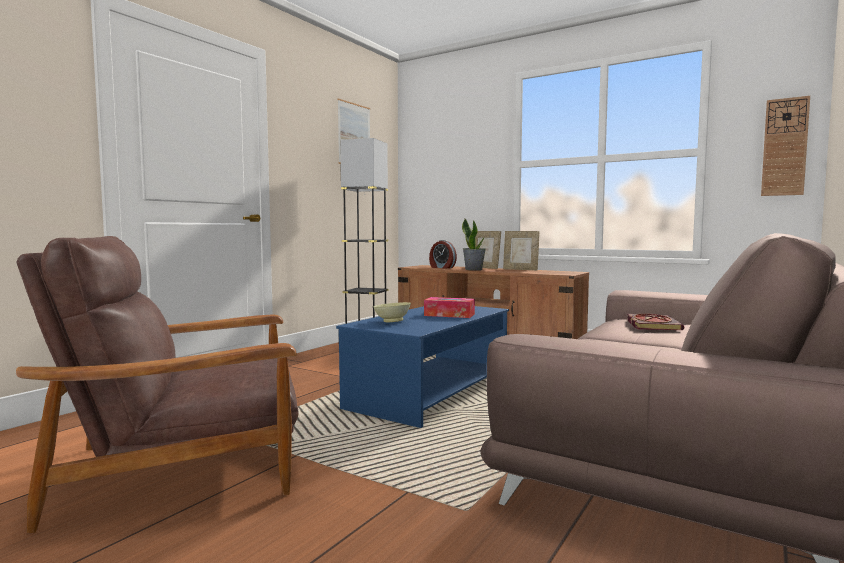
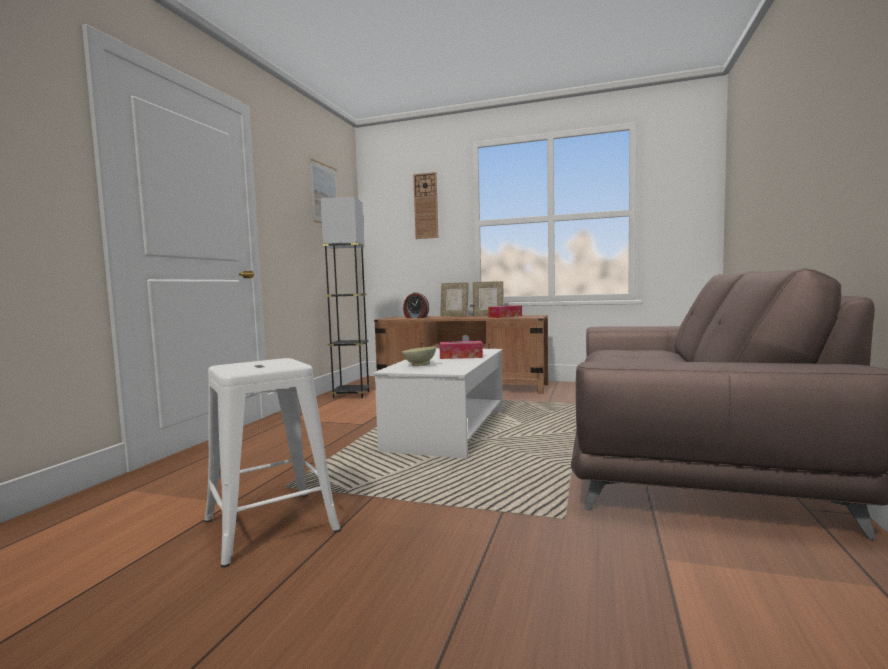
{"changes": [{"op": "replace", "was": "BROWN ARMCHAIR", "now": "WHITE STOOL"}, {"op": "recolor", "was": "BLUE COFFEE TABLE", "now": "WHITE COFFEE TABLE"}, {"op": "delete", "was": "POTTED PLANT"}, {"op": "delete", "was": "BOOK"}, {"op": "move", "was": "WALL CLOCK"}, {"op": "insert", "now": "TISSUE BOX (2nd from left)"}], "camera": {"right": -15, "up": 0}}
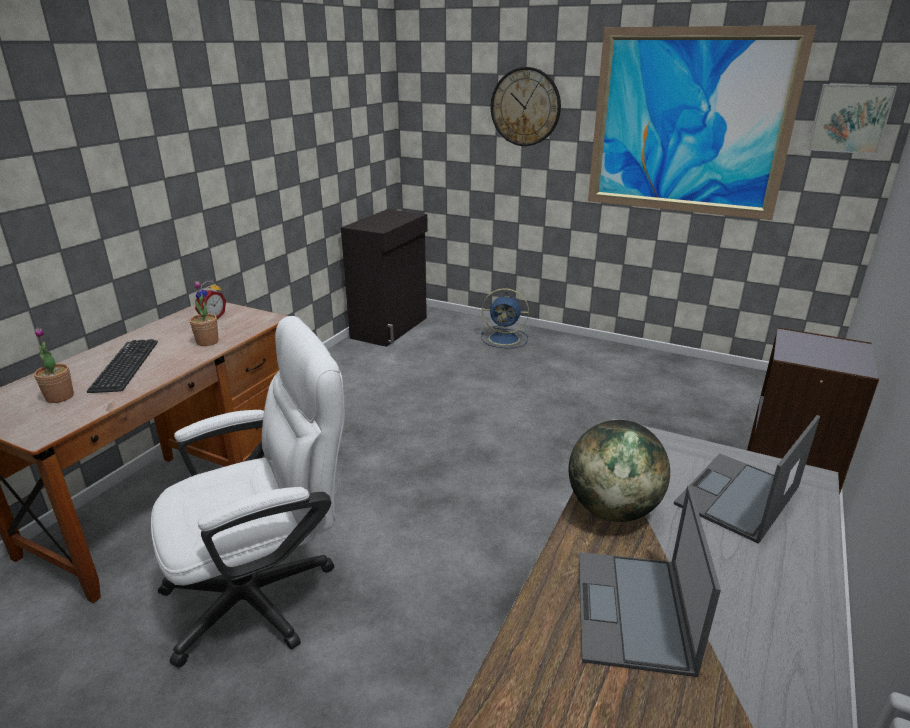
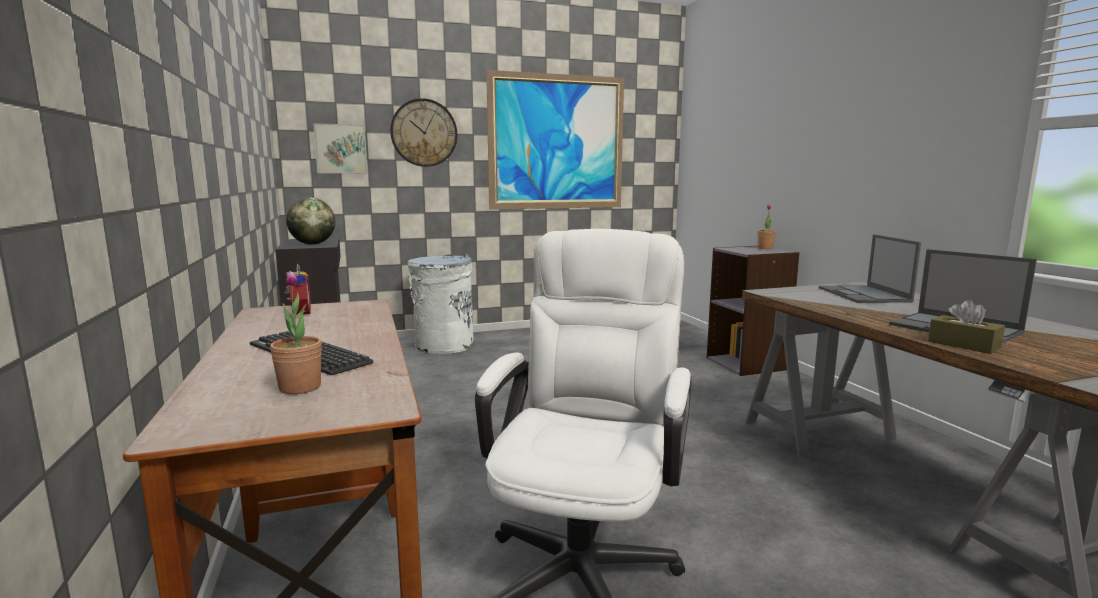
{"changes": [{"op": "move", "was": "POTTED PLANT (2nd from left)"}, {"op": "replace", "was": "BLUE FAN", "now": "WHITE TRASH CAN"}, {"op": "move", "was": "GLOBE"}, {"op": "move", "was": "PICTURE (2nd from left in the first image)", "now": "PICTURE (1st from left)"}, {"op": "insert", "now": "BROWN TISSUE BOX"}], "camera": {"right": -45, "up": -15}}
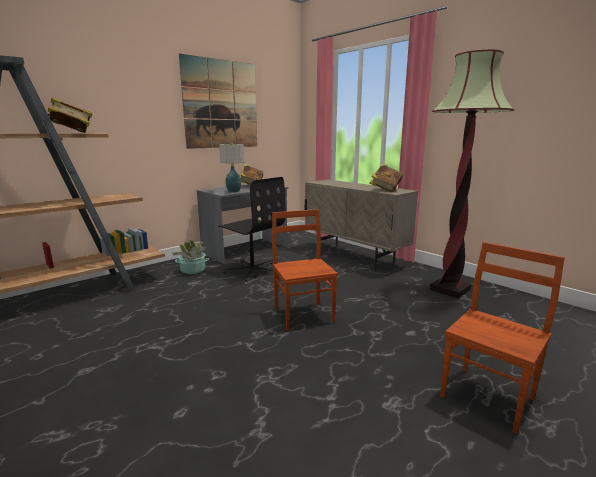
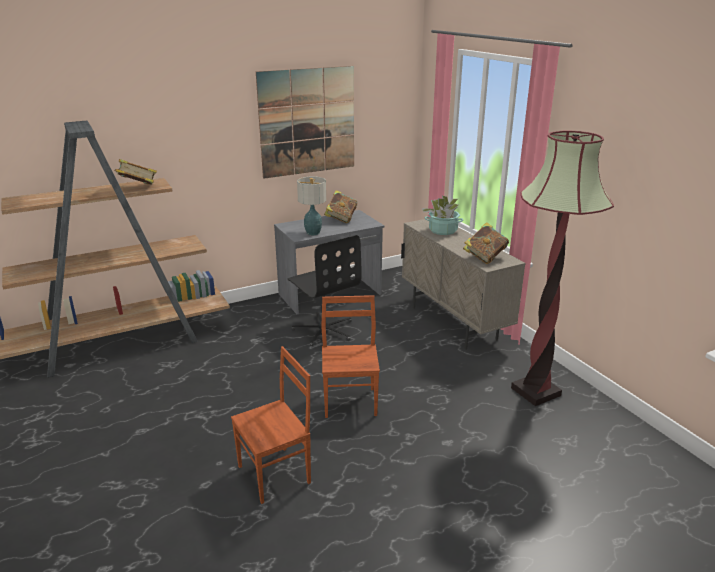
{"changes": [{"op": "move", "was": "POTTED PLANT"}, {"op": "move", "was": "BROWN CHAIR (2nd from left in the first image)", "now": "BROWN CHAIR (1st from left)"}], "camera": {"right": 15, "up": 10}}
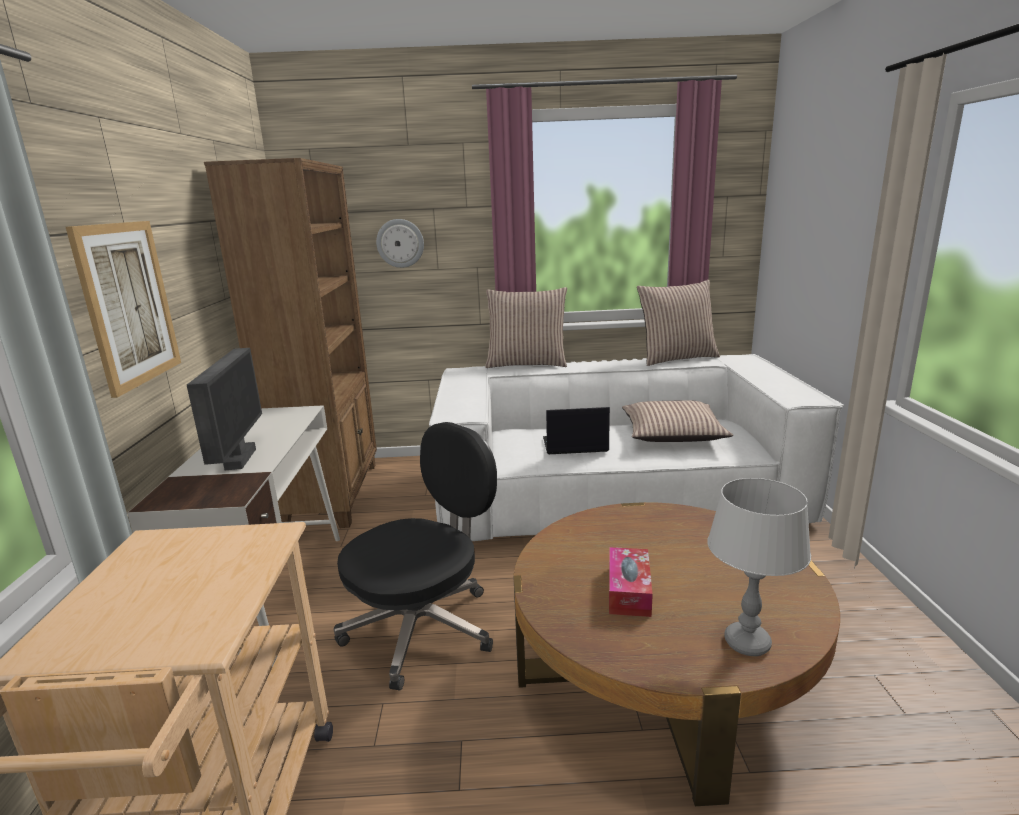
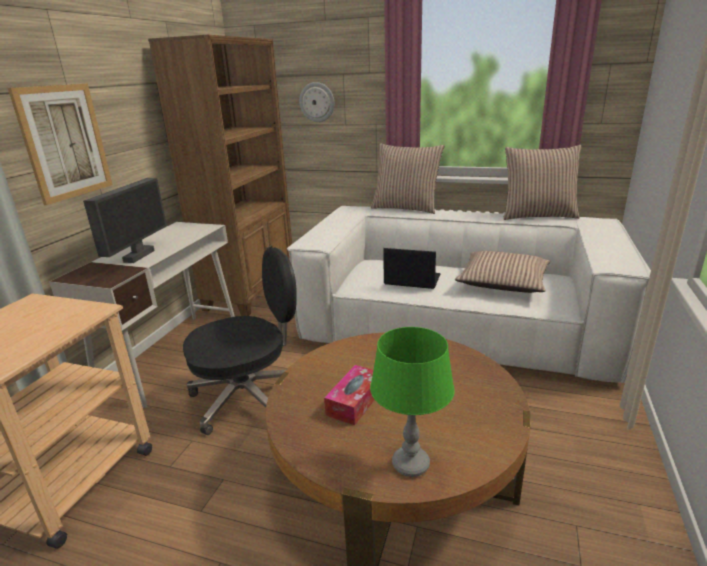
{"changes": [{"op": "recolor", "was": "GREY TABLE LAMP", "now": "GREEN TABLE LAMP"}], "camera": {"right": 20, "up": 5}}
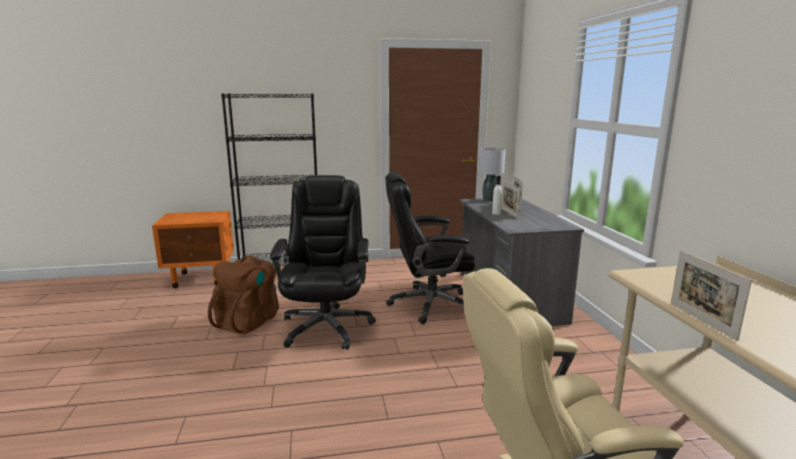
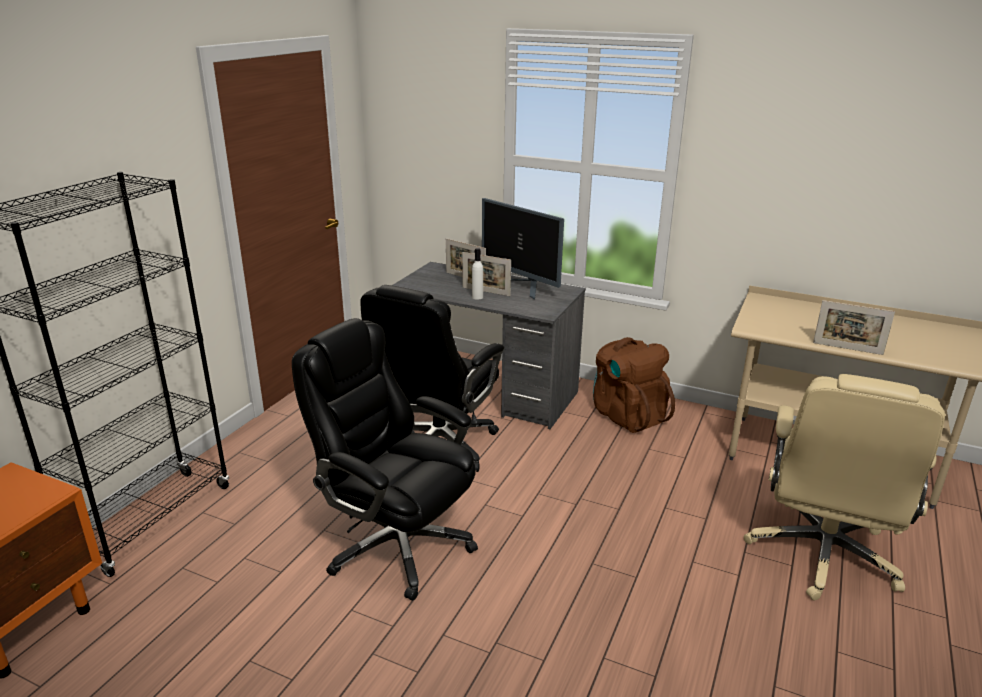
{"changes": [{"op": "move", "was": "BROWN BACKPACK"}, {"op": "delete", "was": "GREY TABLE LAMP"}, {"op": "insert", "now": "MONITOR"}], "camera": {"right": -55, "up": 10}}
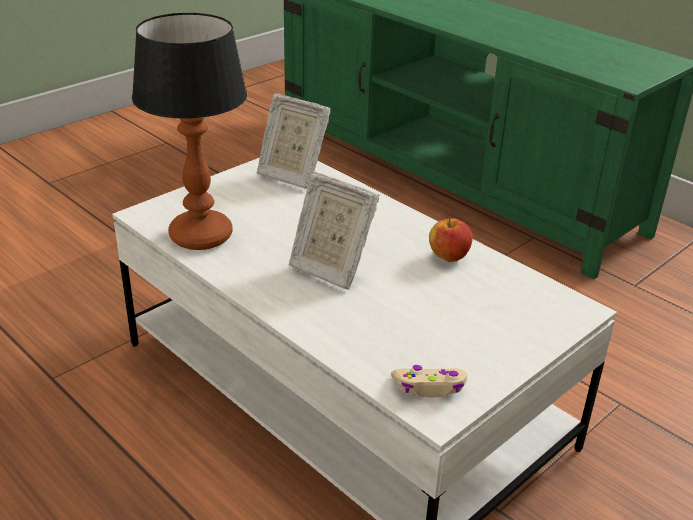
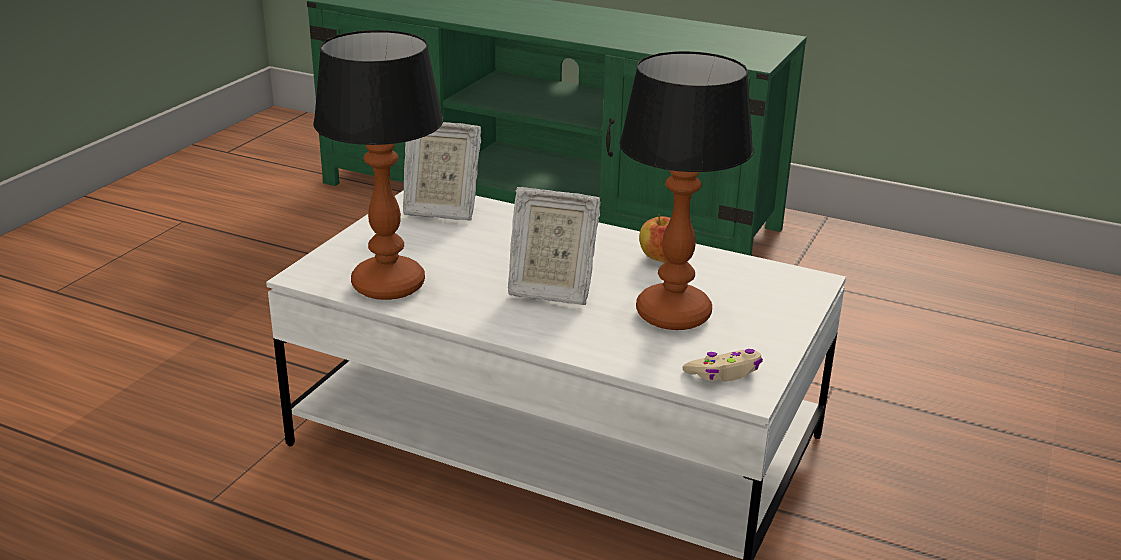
{"changes": [{"op": "insert", "now": "TABLE LAMP (2nd from left)"}], "camera": {"right": -20, "up": -5}}
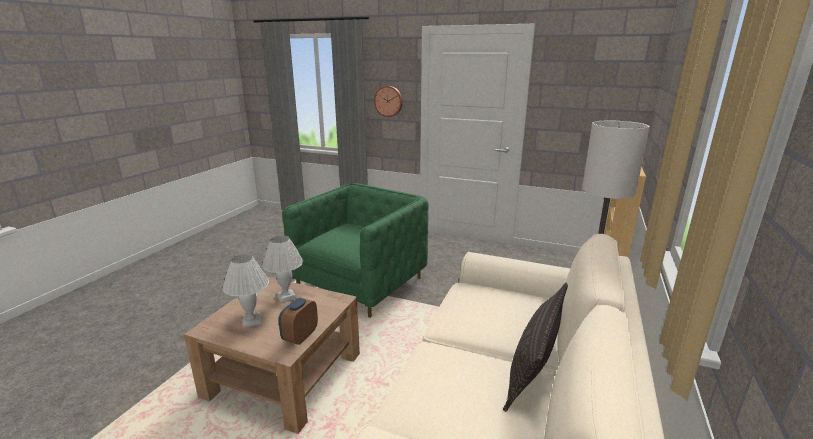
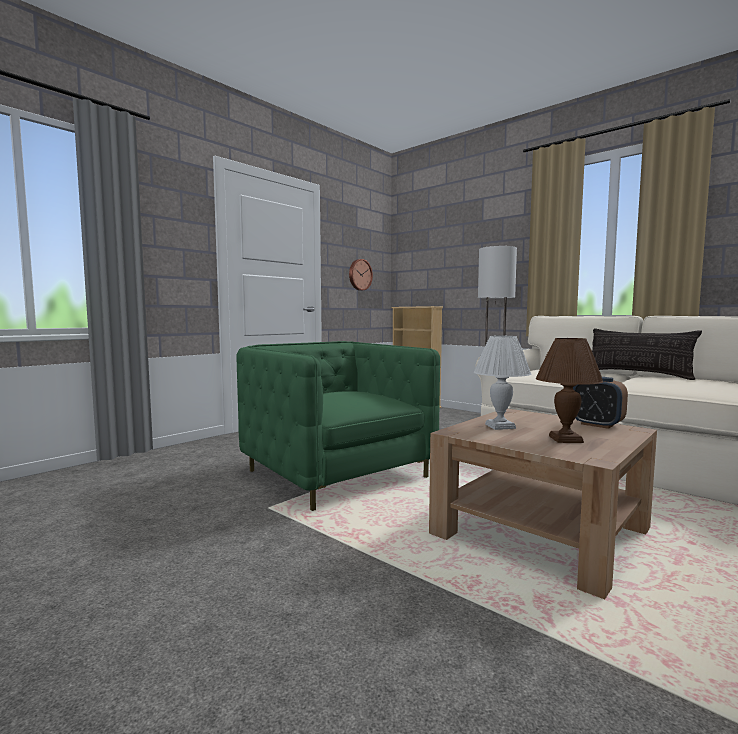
{"changes": [{"op": "recolor", "was": "WHITE TABLE LAMP (1st from left)", "now": "BROWN TABLE LAMP"}, {"op": "move", "was": "WALL CLOCK"}], "camera": {"right": -70, "up": -15}}
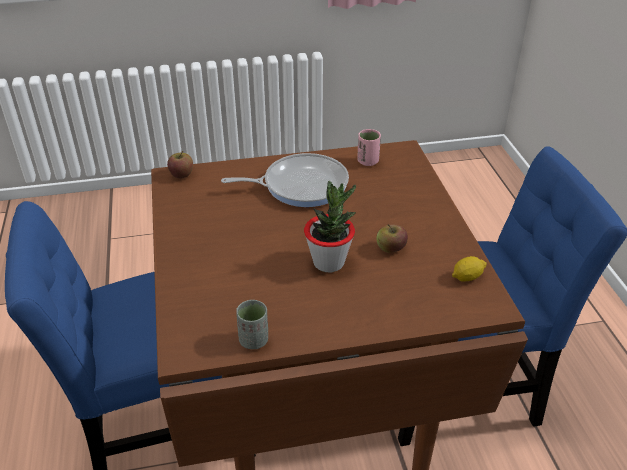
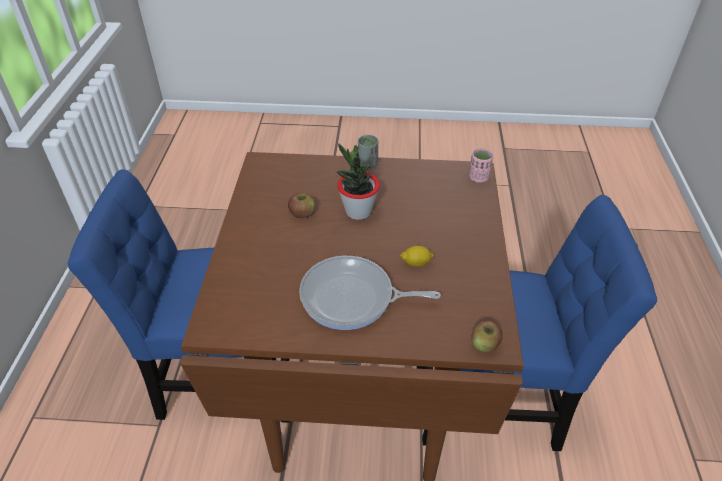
{"changes": [{"op": "move", "was": "GREY CUP"}, {"op": "move", "was": "PINK CUP"}, {"op": "move", "was": "LEMON"}], "camera": {"right": -165, "up": 5}}
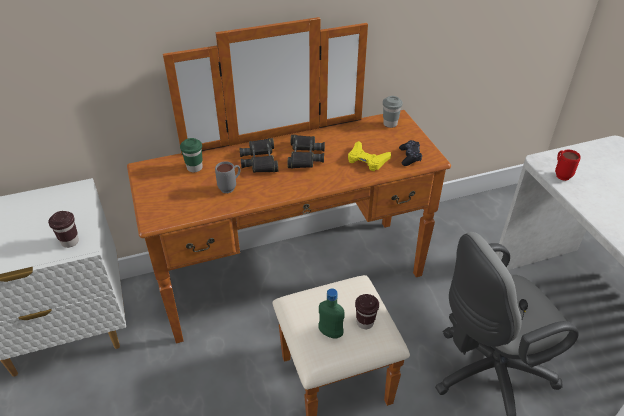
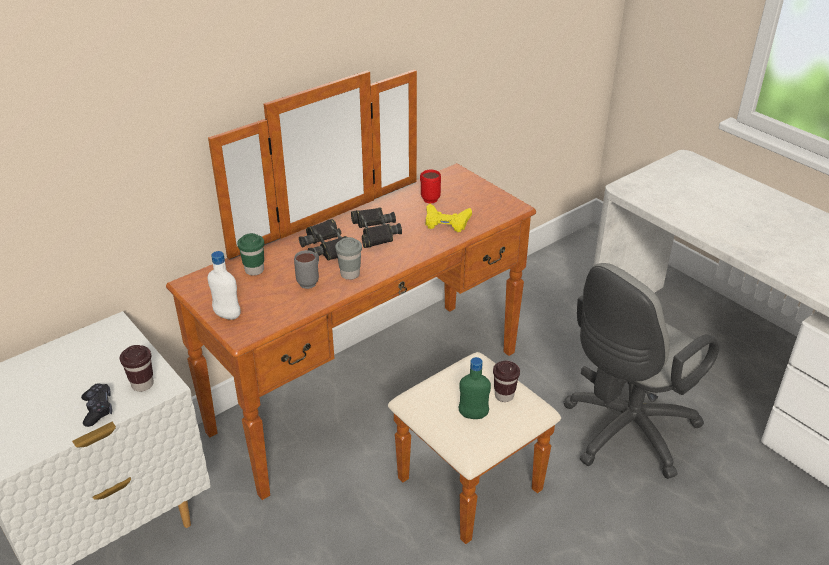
{"changes": [{"op": "move", "was": "GREY CUP"}, {"op": "move", "was": "BLACK GAME CONTROLLER"}, {"op": "move", "was": "RED MUG"}, {"op": "insert", "now": "WHITE BOTTLE"}], "camera": {"right": -20, "up": -5}}
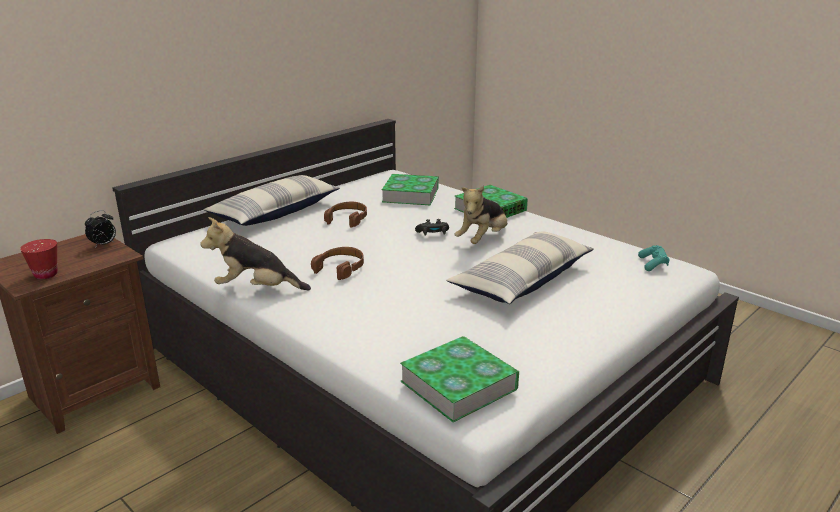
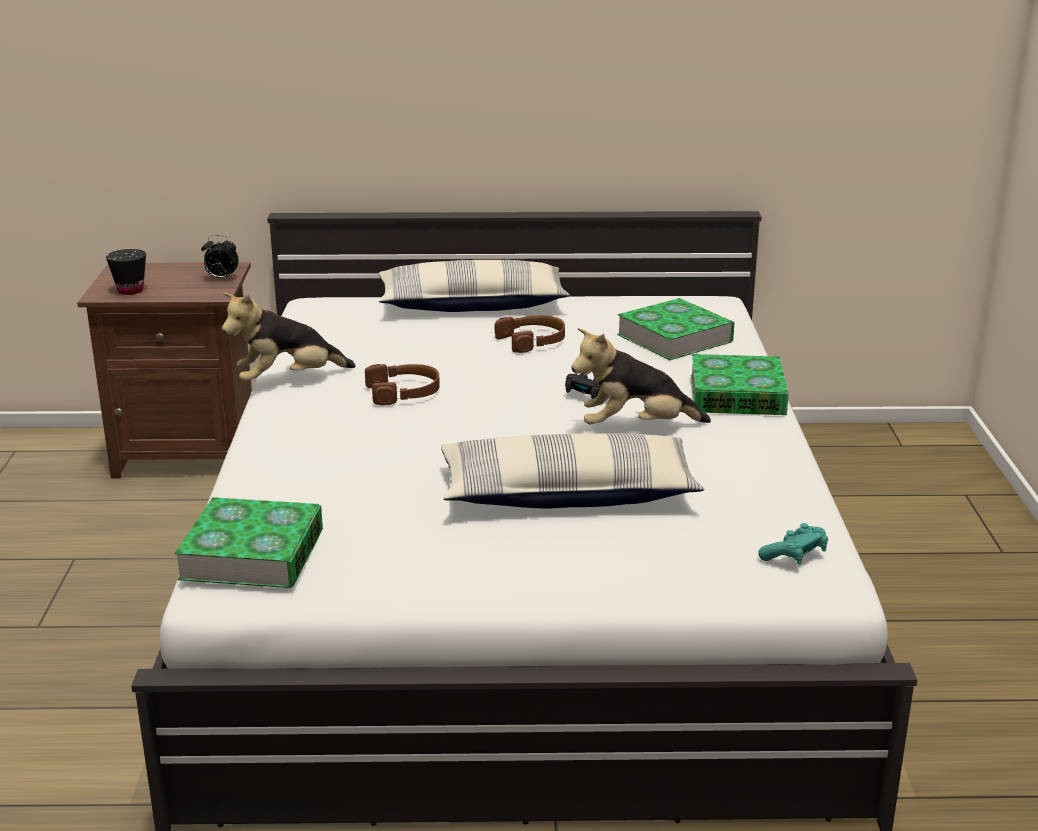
{"changes": [{"op": "recolor", "was": "RED CUP", "now": "BLACK CUP"}, {"op": "rotate", "was": "PLUSH TOY (1st from left)", "clockwise": -75}], "camera": {"right": 45, "up": 0}}
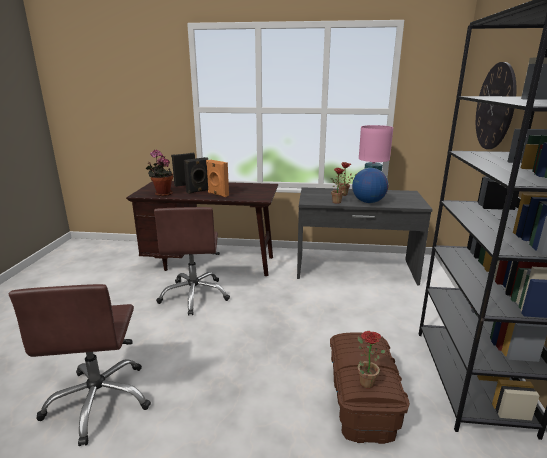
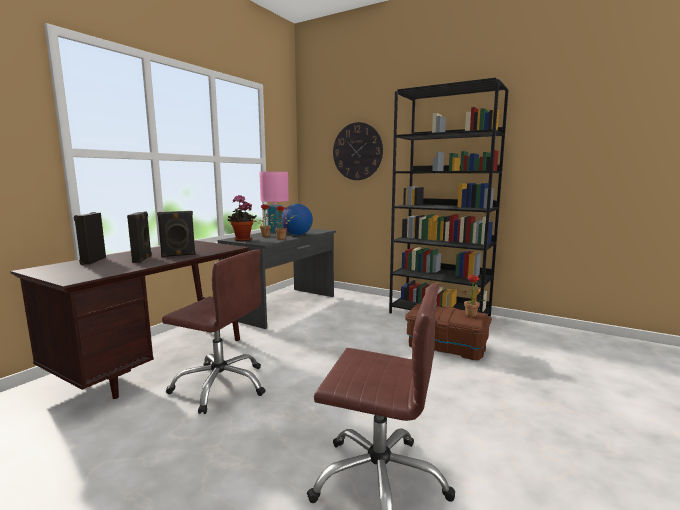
{"changes": [{"op": "move", "was": "POTTED PLANT (1st from left)"}, {"op": "recolor", "was": "ORANGE SPEAKER", "now": "BLACK SPEAKER (3rd from left)"}], "camera": {"right": -65, "up": -10}}
